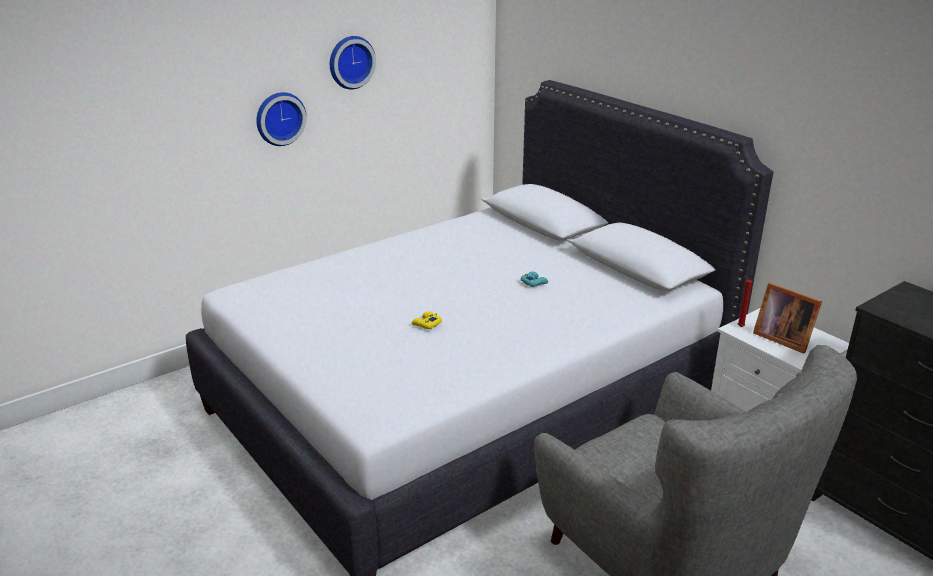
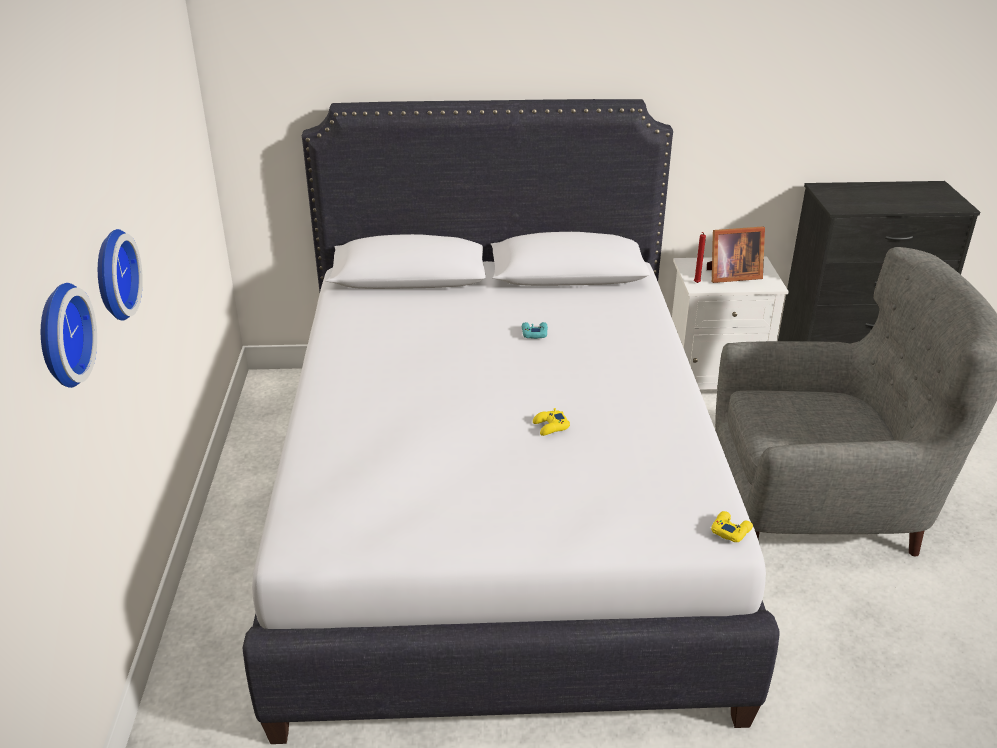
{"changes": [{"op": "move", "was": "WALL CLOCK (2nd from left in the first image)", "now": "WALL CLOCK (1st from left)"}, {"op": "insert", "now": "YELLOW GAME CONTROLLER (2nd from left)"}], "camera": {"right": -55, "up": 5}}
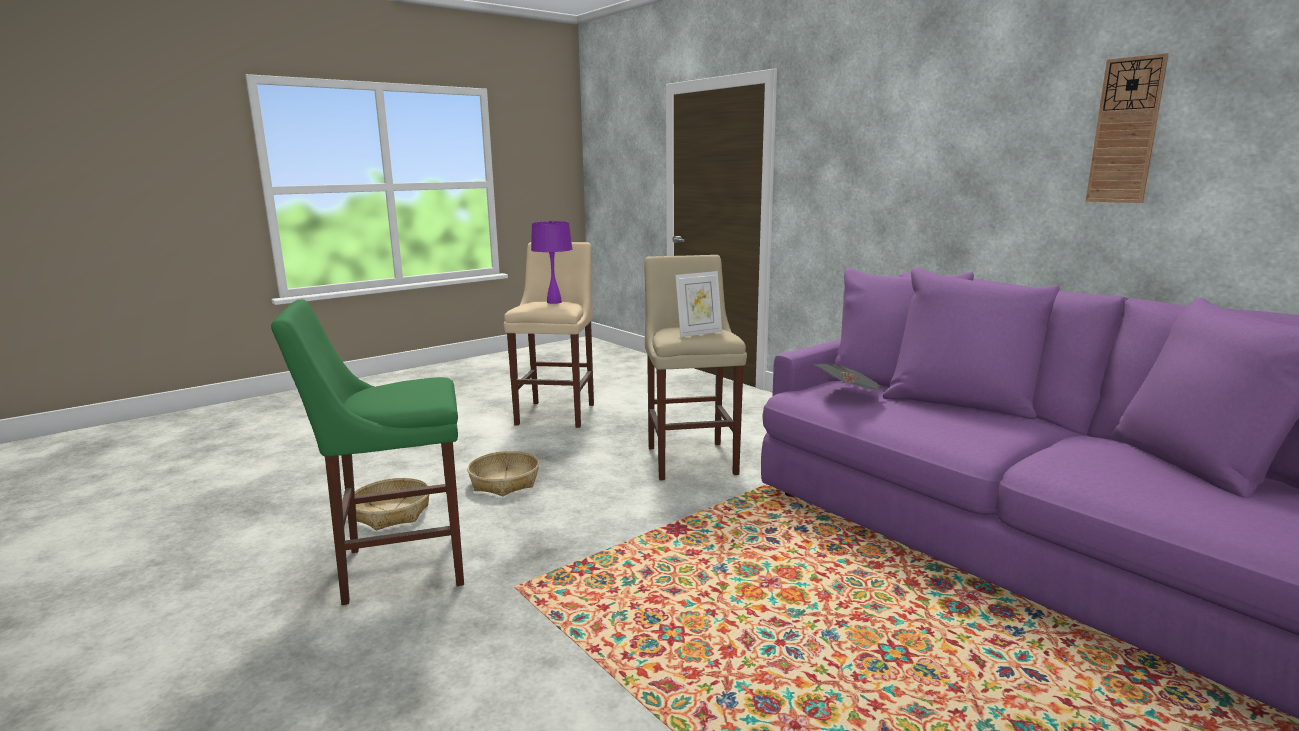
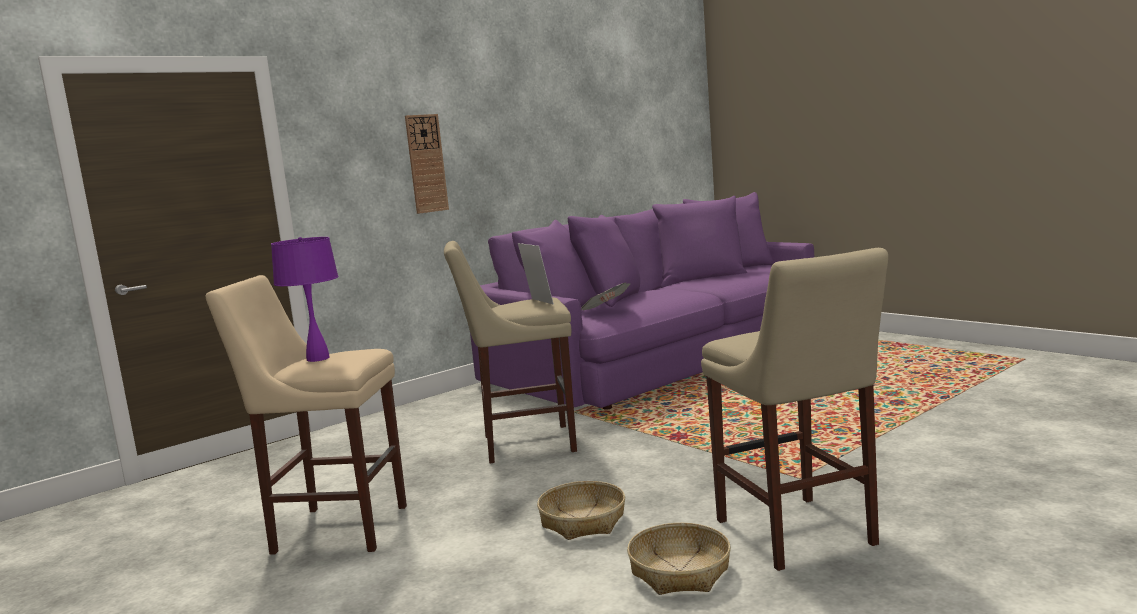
{"changes": [{"op": "recolor", "was": "GREEN STOOL", "now": "BEIGE STOOL (3rd from left)"}, {"op": "move", "was": "WALL CLOCK"}], "camera": {"right": -90, "up": -5}}
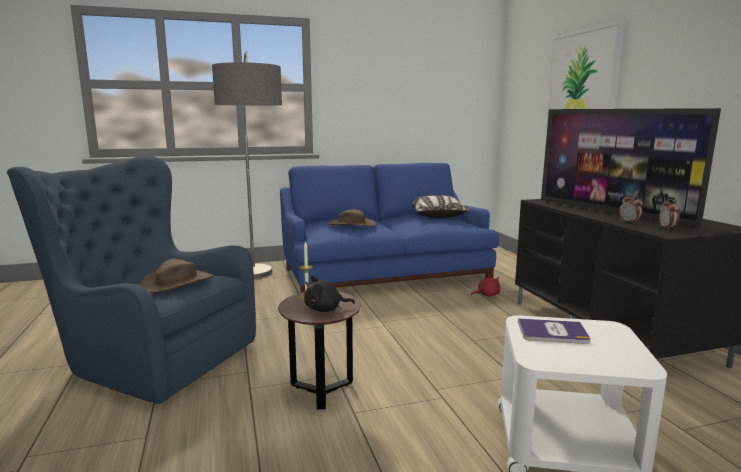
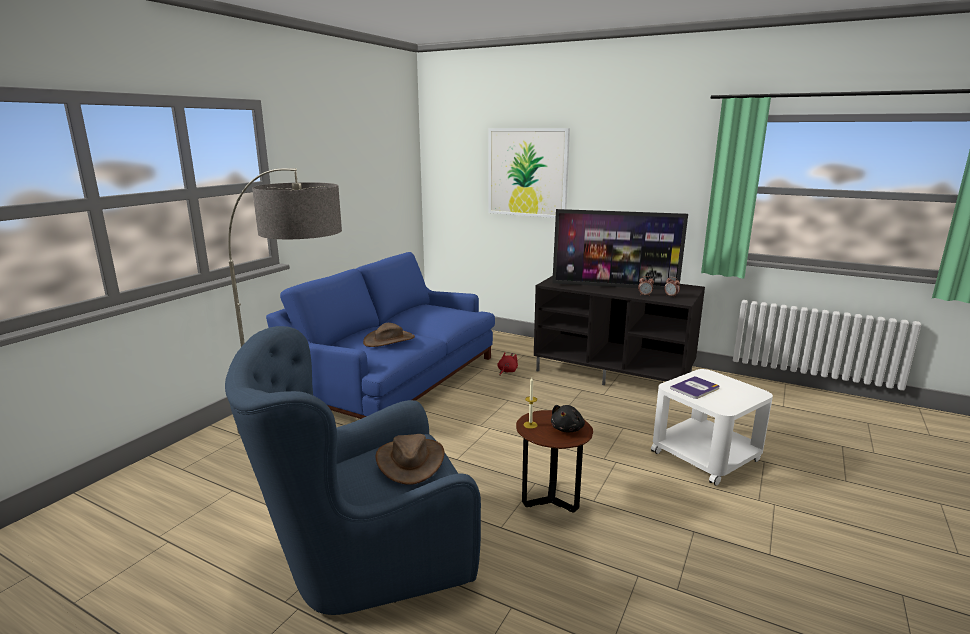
{"changes": [{"op": "delete", "was": "PILLOW"}], "camera": {"right": -45, "up": 5}}
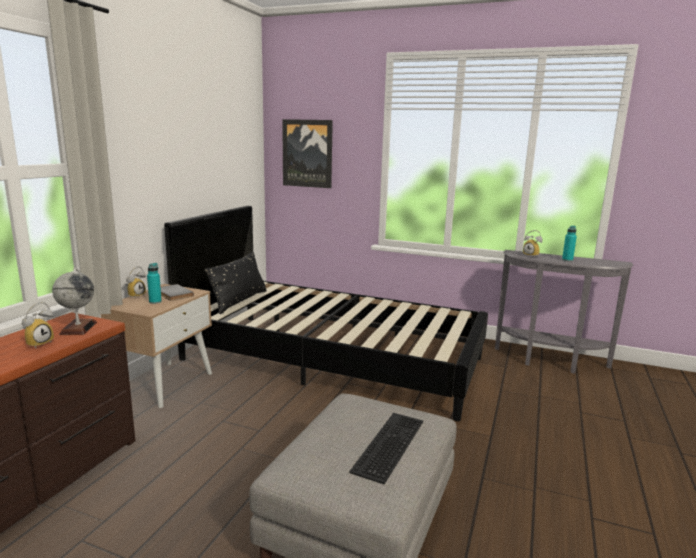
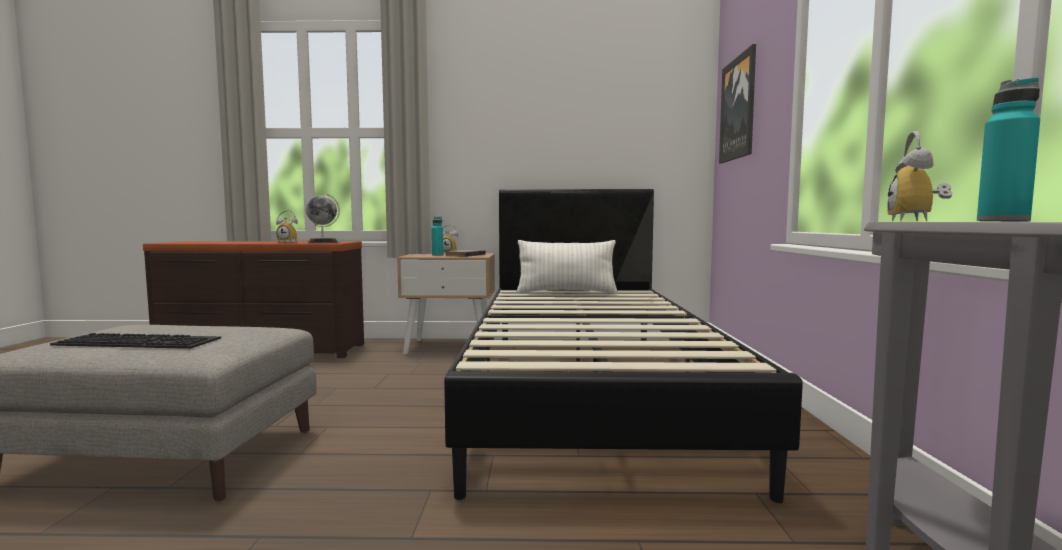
{"changes": [{"op": "recolor", "was": "BLACK PILLOW", "now": "WHITE PILLOW"}], "camera": {"right": 70, "up": -10}}
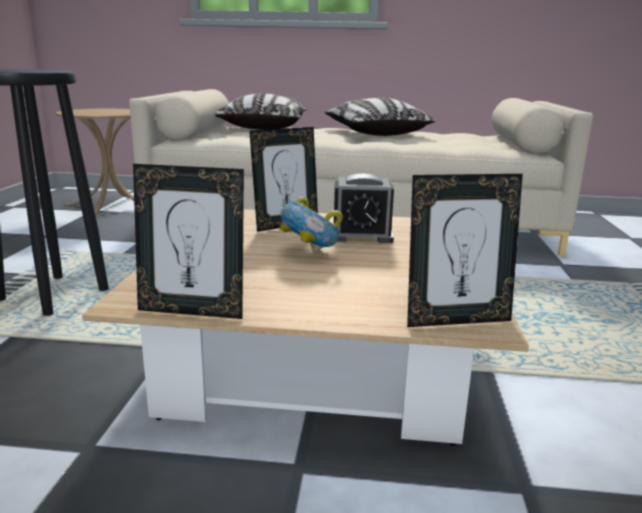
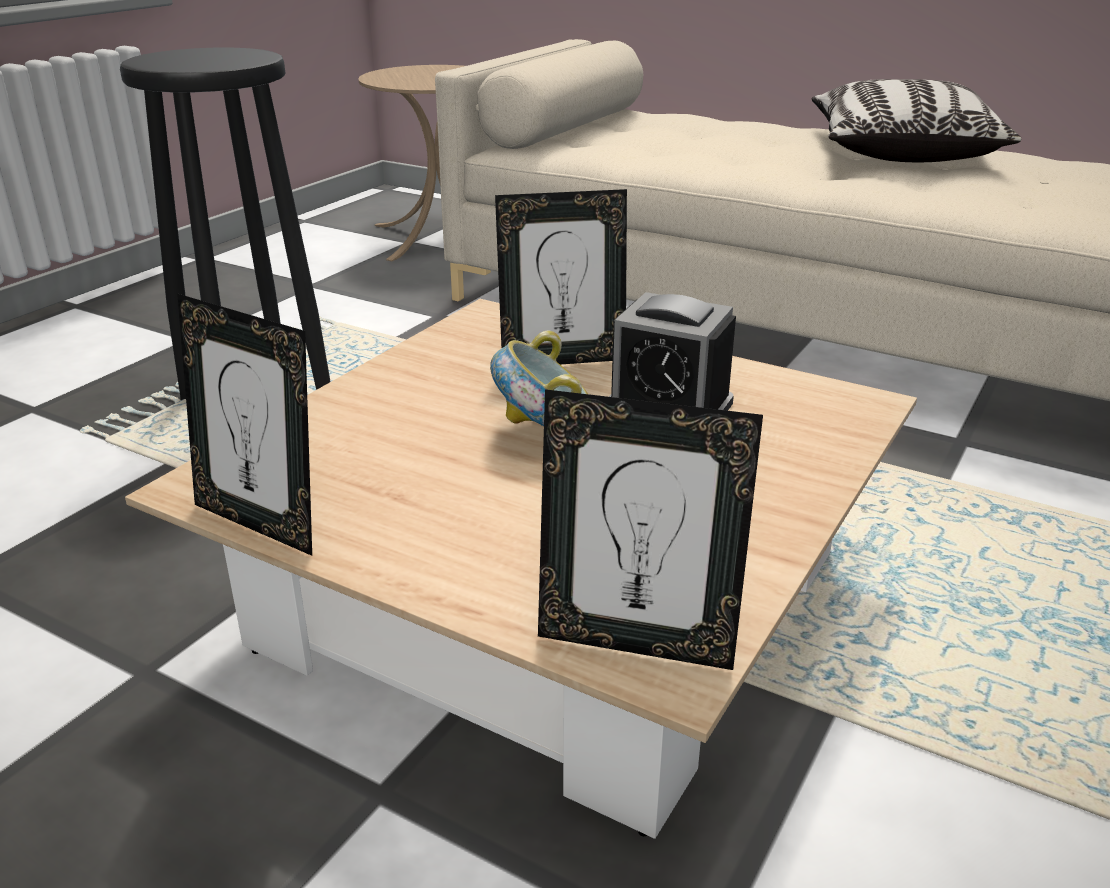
{"changes": [{"op": "delete", "was": "PILLOW (1st from left)"}], "camera": {"right": 25, "up": 10}}
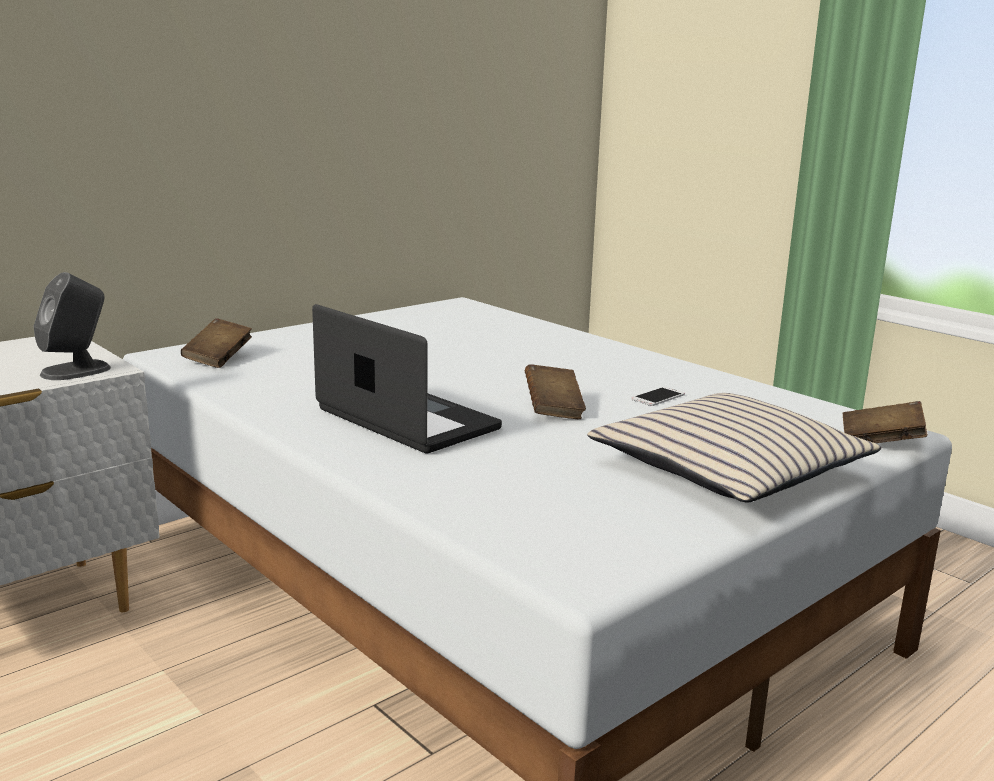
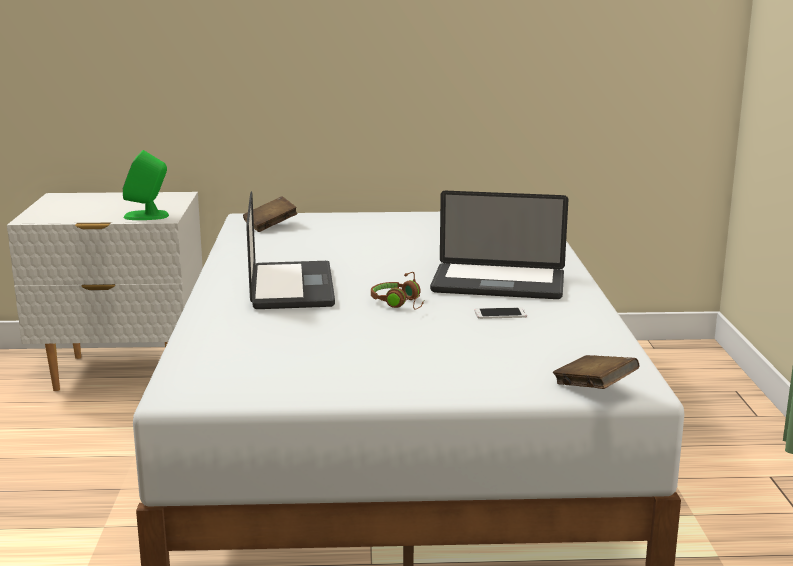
{"changes": [{"op": "recolor", "was": "GREY SPEAKER", "now": "GREEN SPEAKER"}, {"op": "replace", "was": "BROWN BOOK (2nd from left)", "now": "BROWN HEADPHONES"}, {"op": "delete", "was": "BEIGE PILLOW"}, {"op": "insert", "now": "LAPTOP (2nd from left)"}], "camera": {"right": 40, "up": 0}}
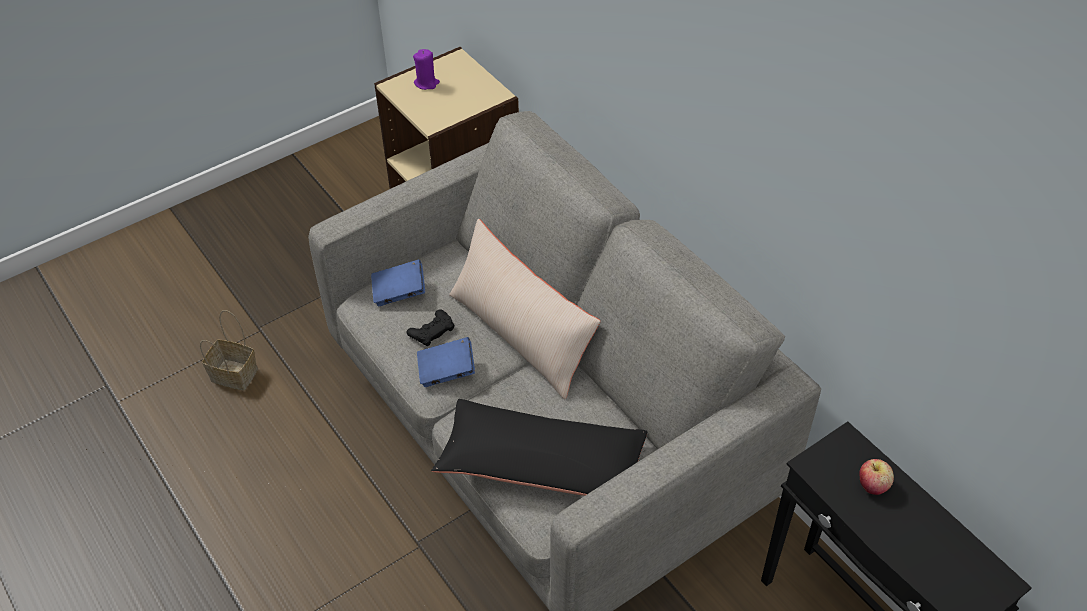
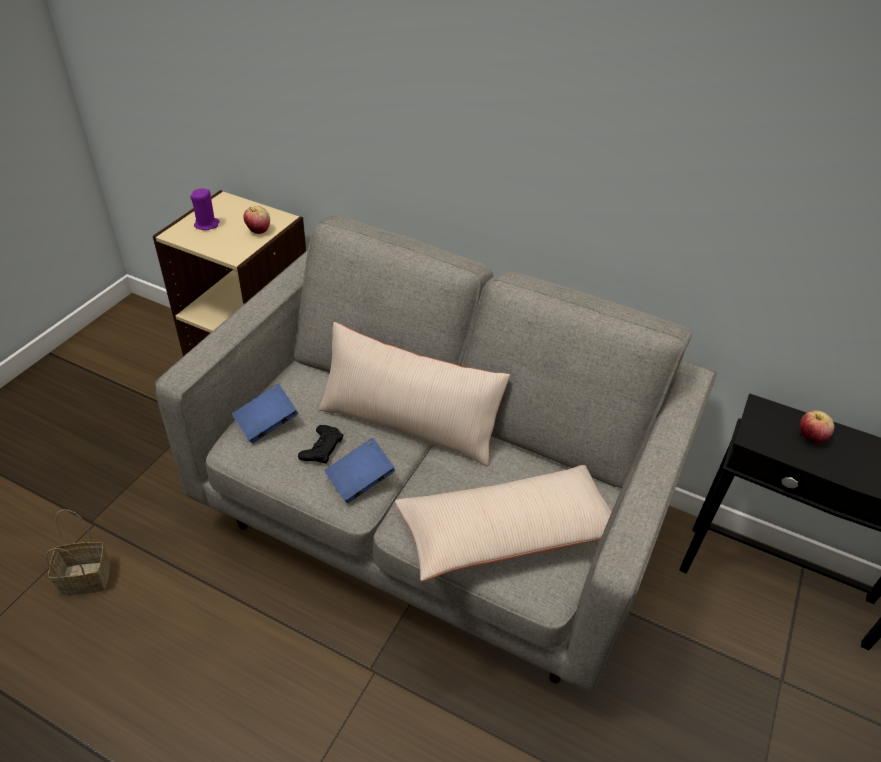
{"changes": [{"op": "recolor", "was": "BLACK PILLOW", "now": "BEIGE PILLOW (2nd from left)"}, {"op": "insert", "now": "APPLE (1st from left)"}], "camera": {"right": -30, "up": -5}}
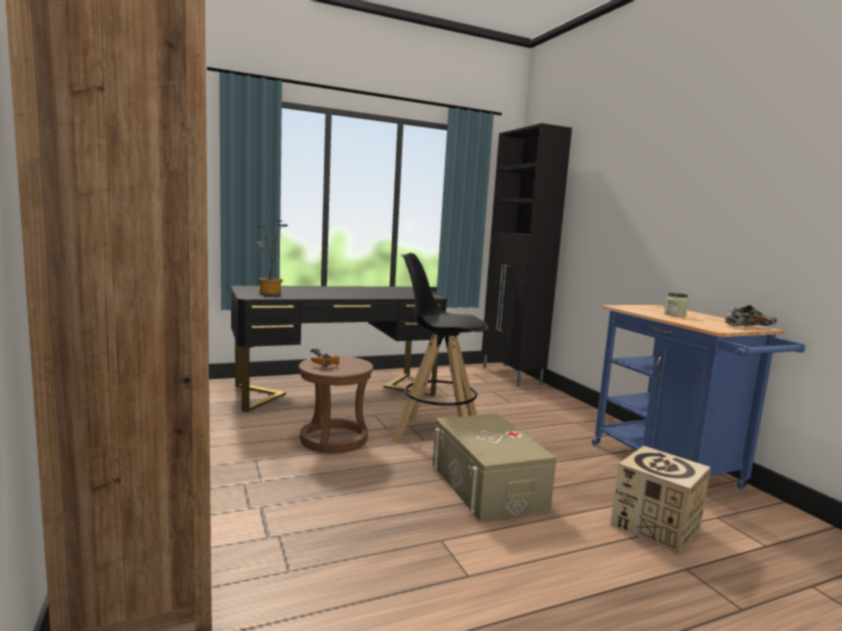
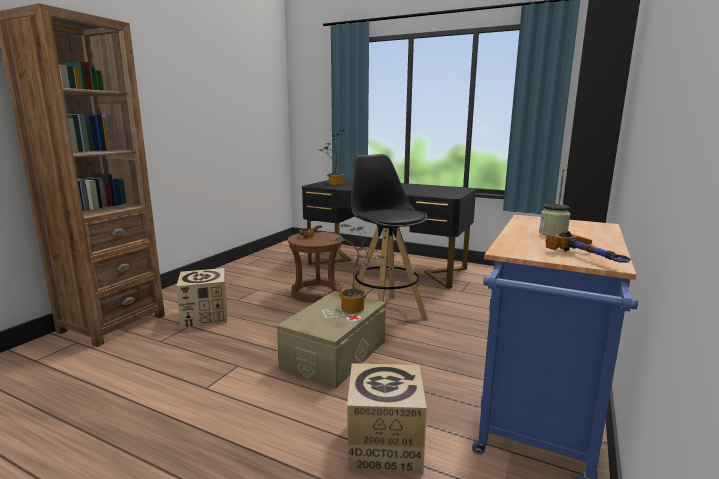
{"changes": [{"op": "replace", "was": "SHOE", "now": "HAMMER (2nd from left)"}, {"op": "insert", "now": "CARDBOARD BOX (1st from left)"}, {"op": "insert", "now": "POTTED PLANT (2nd from left)"}], "camera": {"right": 50, "up": 5}}
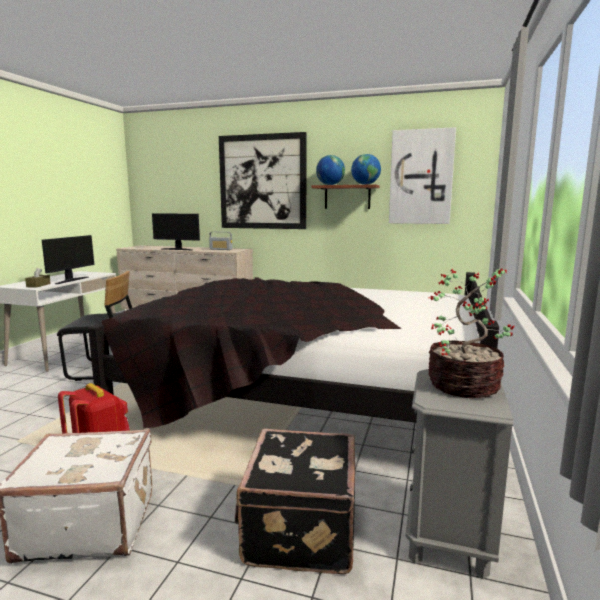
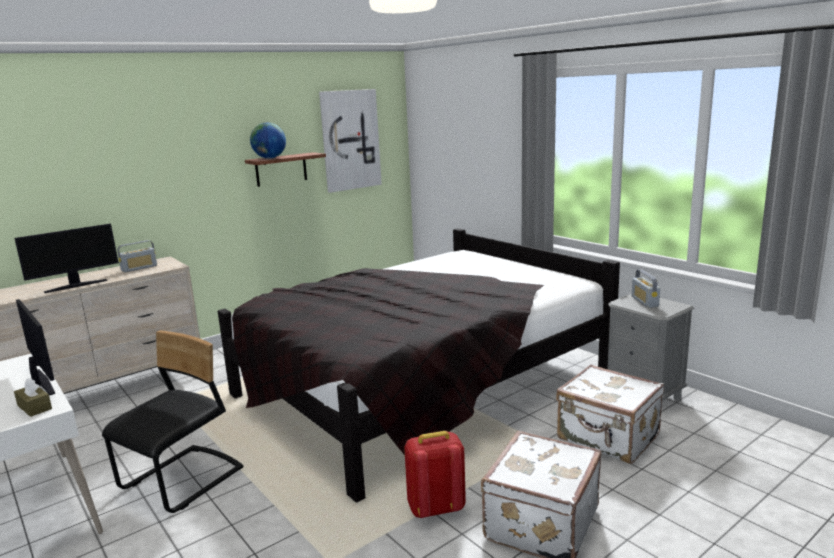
{"changes": [{"op": "delete", "was": "PICTURE (1st from left)"}, {"op": "recolor", "was": "BLACK SUITCASE", "now": "WHITE SUITCASE (2nd from left)"}, {"op": "delete", "was": "GLOBE (2nd from left)"}, {"op": "replace", "was": "POTTED PLANT", "now": "RADIO (2nd from left)"}], "camera": {"right": -55, "up": 5}}
